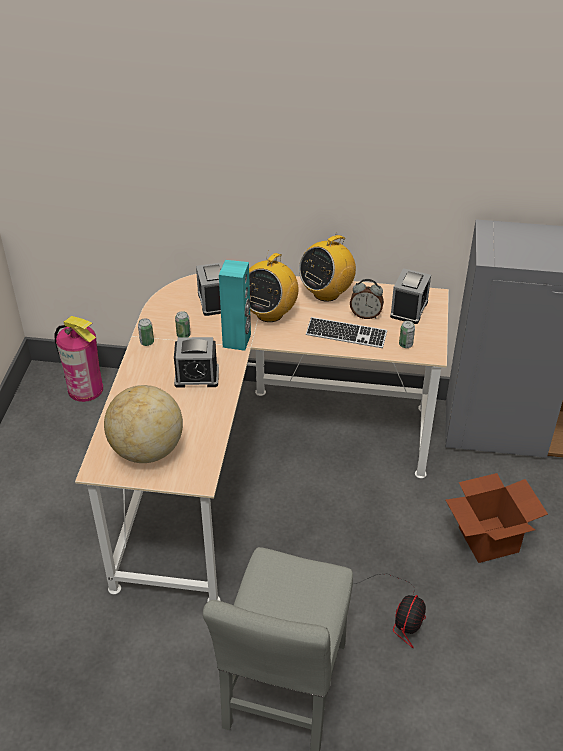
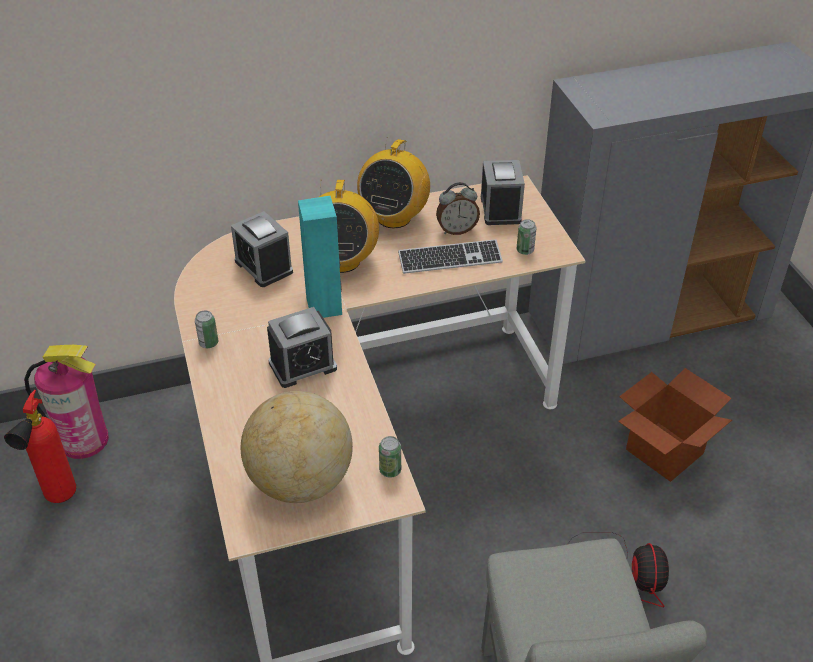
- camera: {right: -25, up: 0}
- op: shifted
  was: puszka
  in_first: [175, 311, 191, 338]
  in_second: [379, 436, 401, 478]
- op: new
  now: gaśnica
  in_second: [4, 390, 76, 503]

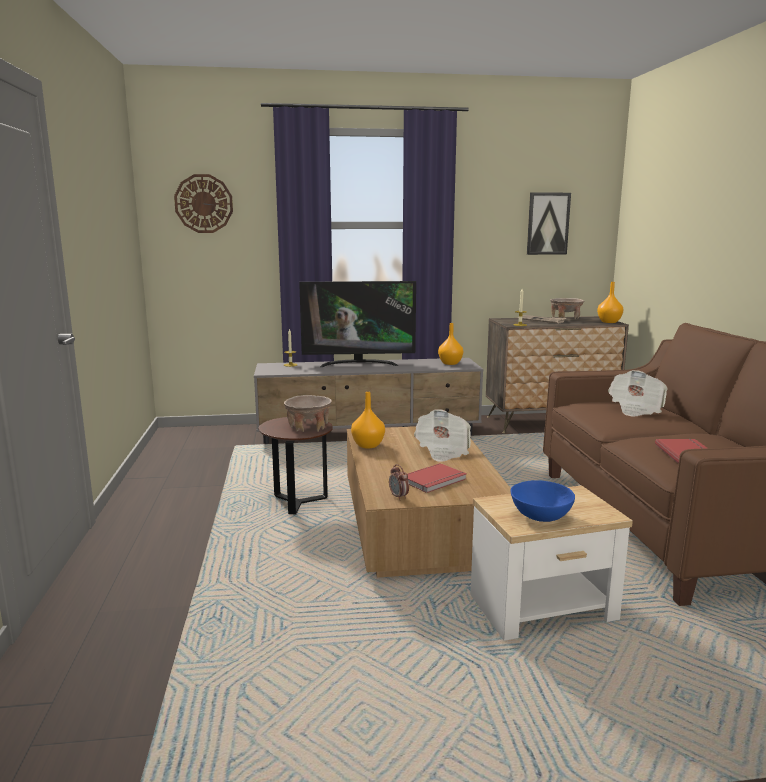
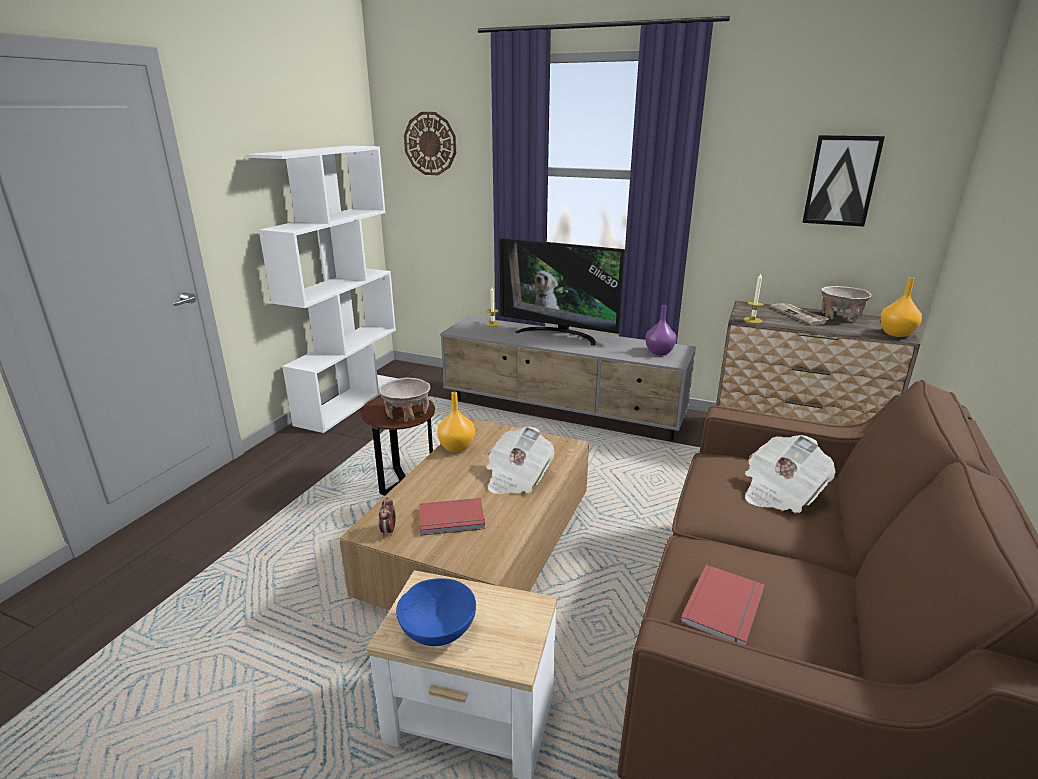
- camera: {right: 30, up: 10}
- op: repainted
  was: wazon [pomarańczowy]
  now: wazon [fioletowy]
  in_first: [438, 323, 463, 365]
  in_second: [645, 305, 677, 355]
- op: new
  now: regał [biały]
  in_second: [246, 146, 398, 433]

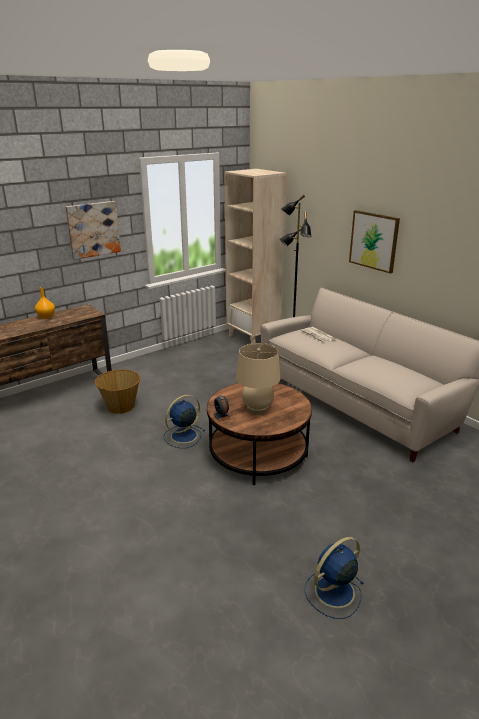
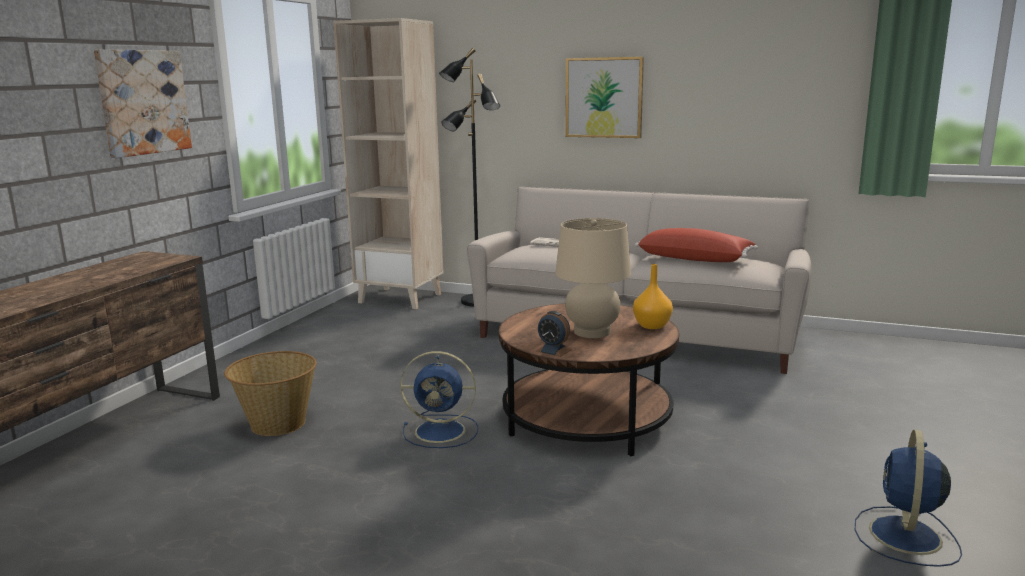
- camera: {right: -30, up: -10}
- op: shifted
  was: wazon [pomarańczowy]
  in_first: [35, 287, 55, 319]
  in_second: [633, 264, 673, 329]
- op: rotated
  was: wentylator [niebieski]
  in_first: [164, 395, 205, 448]
  in_second: [400, 351, 478, 448]
  clockwise: -105
- op: new
  now: poduszka [czerwony]
  in_second: [635, 228, 758, 262]

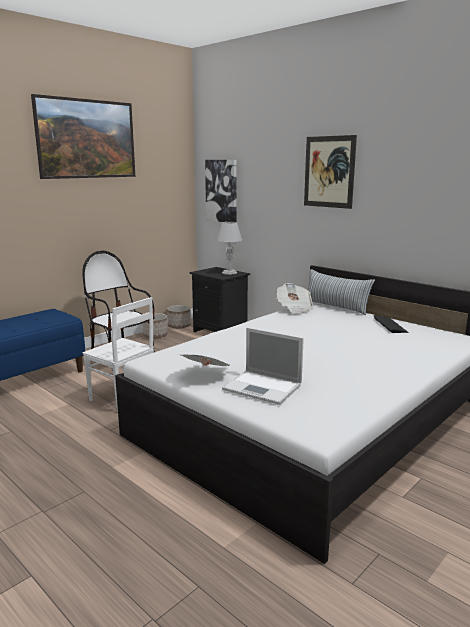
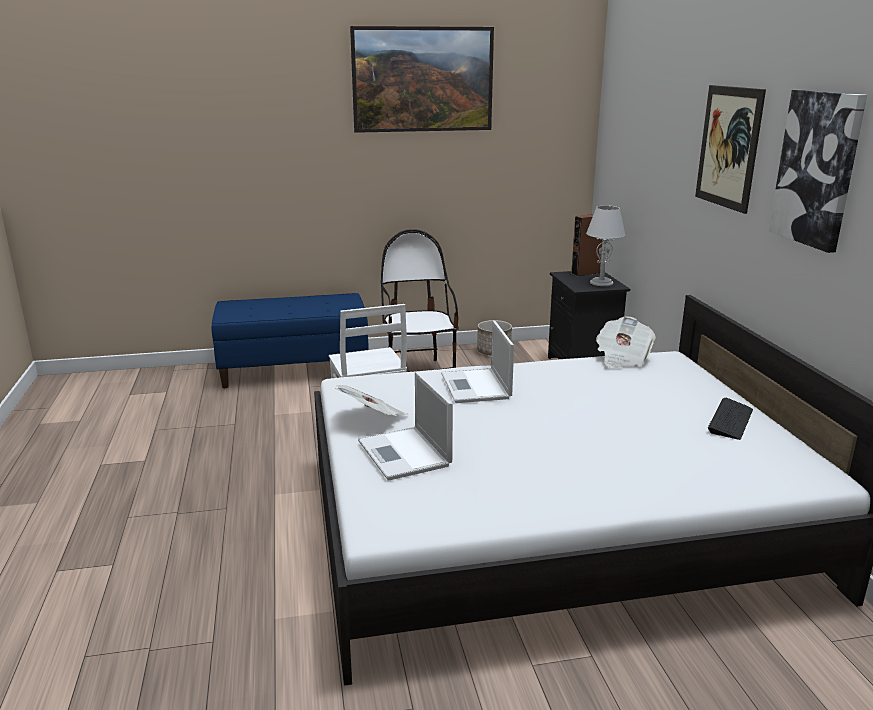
- camera: {right: 35, up: 5}
- op: gone
  was: donica
  in_first: [167, 305, 191, 329]
- op: shifted
  was: obraz
  in_first: [205, 160, 237, 222]
  in_second: [769, 90, 867, 253]
- op: gone
  was: poduszka
  in_first: [308, 269, 375, 315]
- op: new
  now: laptop
  in_second: [441, 321, 514, 403]
- op: new
  now: głośnik [brązowy]
  in_second: [571, 214, 602, 276]

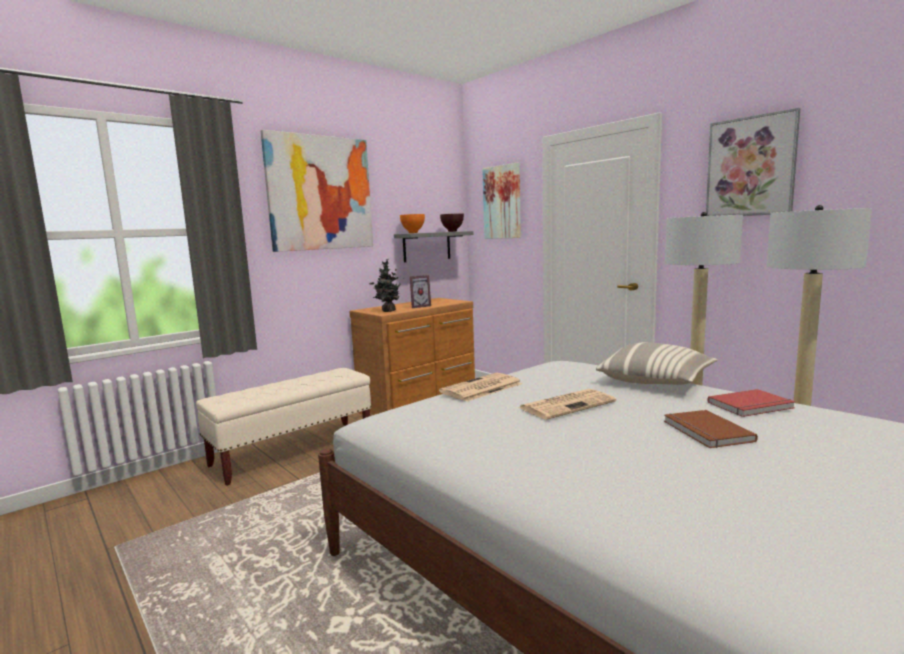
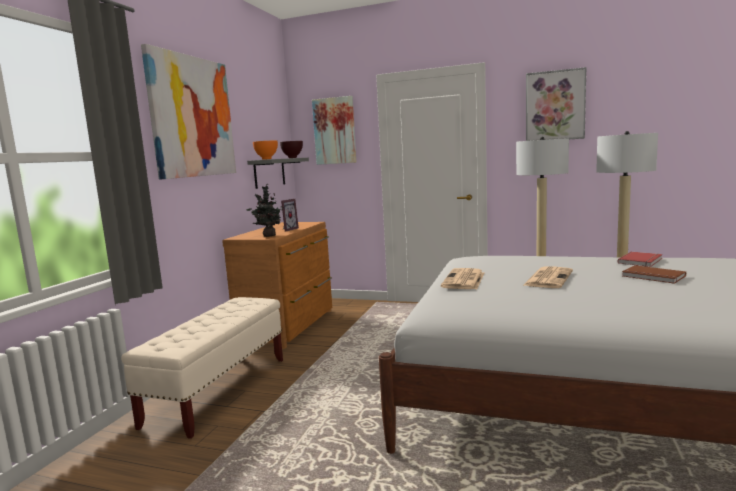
- camera: {right: -30, up: 0}
- op: gone
  was: poduszka
  in_first: [596, 342, 718, 385]

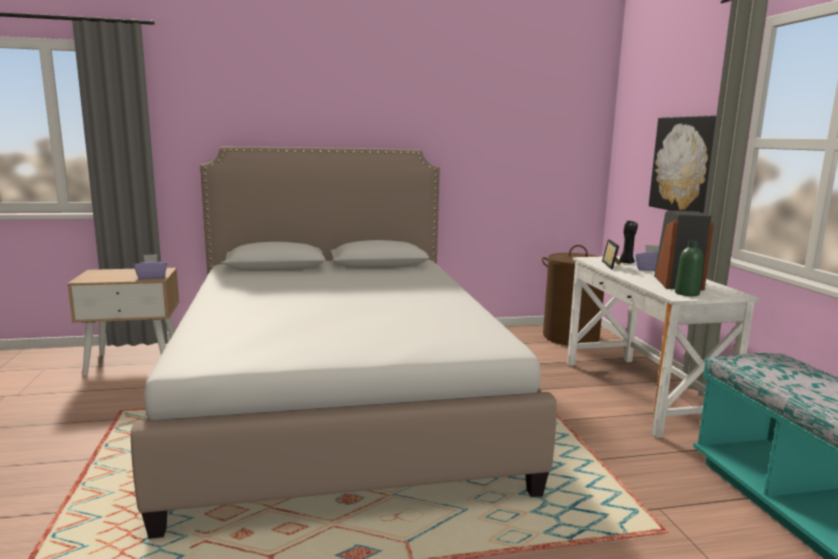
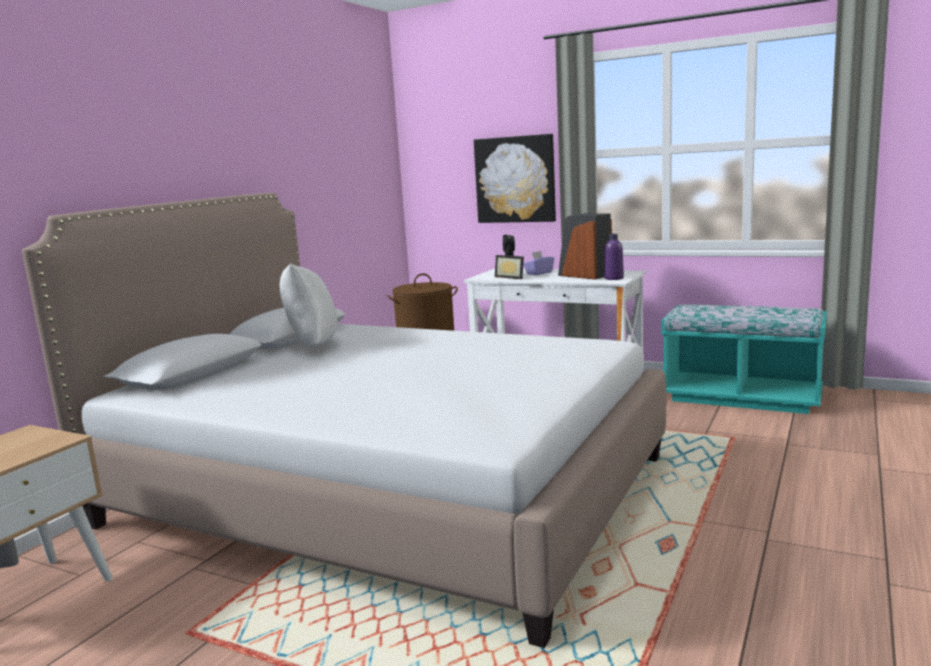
- camera: {right: -50, up: 0}
- op: gone
  was: pudełko chusteczek [fioletowy]
  in_first: [134, 254, 167, 280]
- op: repainted
  was: butelka [zielony]
  now: butelka [fioletowy]
  in_first: [675, 240, 703, 296]
  in_second: [604, 234, 624, 280]
- op: new
  now: poduszka [biały]
  in_second: [280, 264, 338, 346]

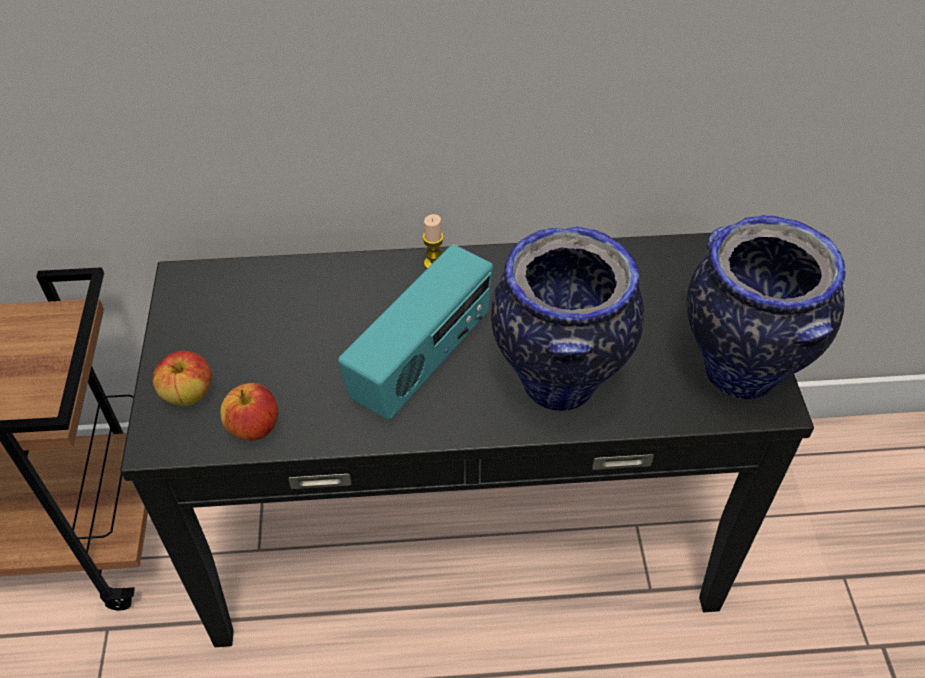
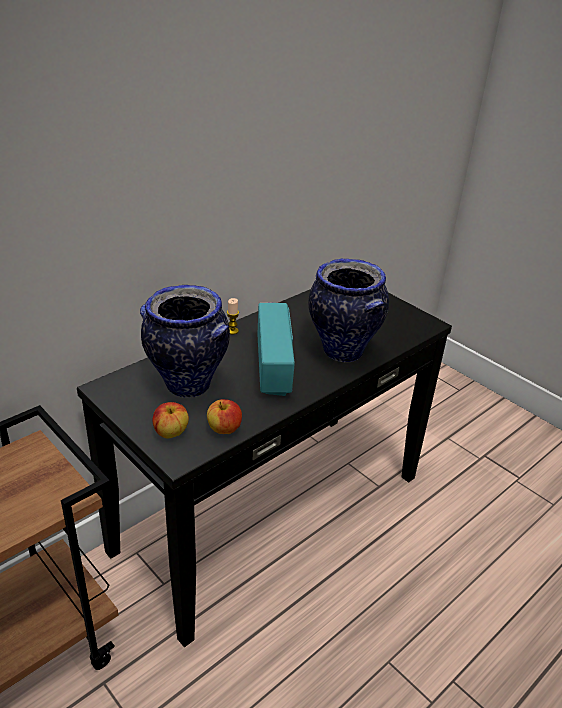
- camera: {right: -40, up: -15}
- op: shifted
  was: wazon
  in_first: [687, 215, 846, 399]
  in_second: [140, 285, 230, 398]

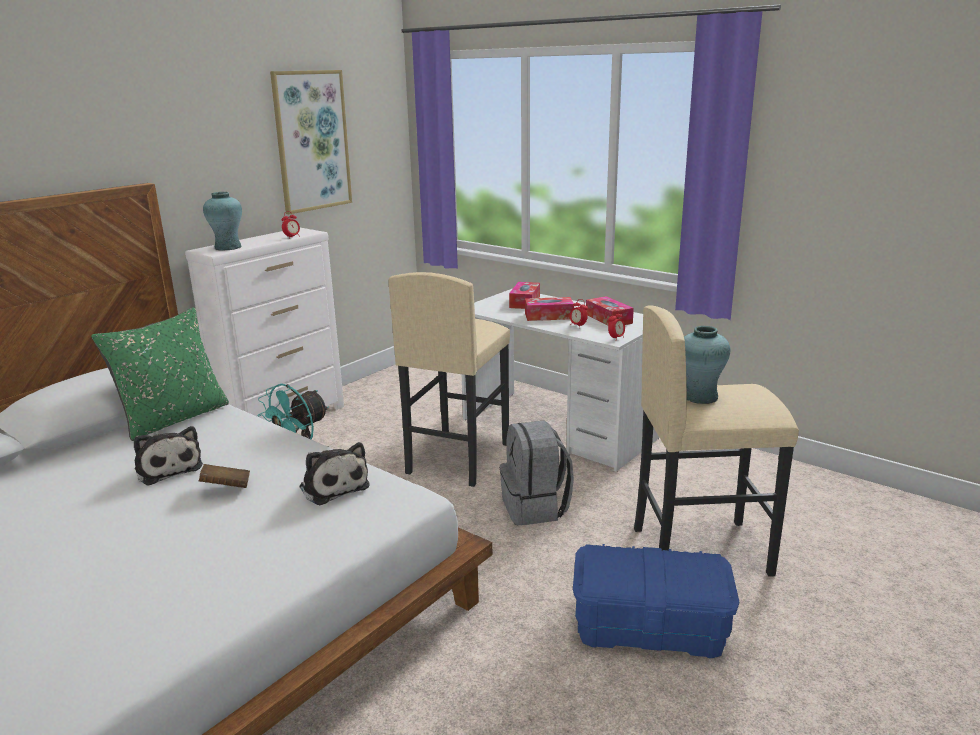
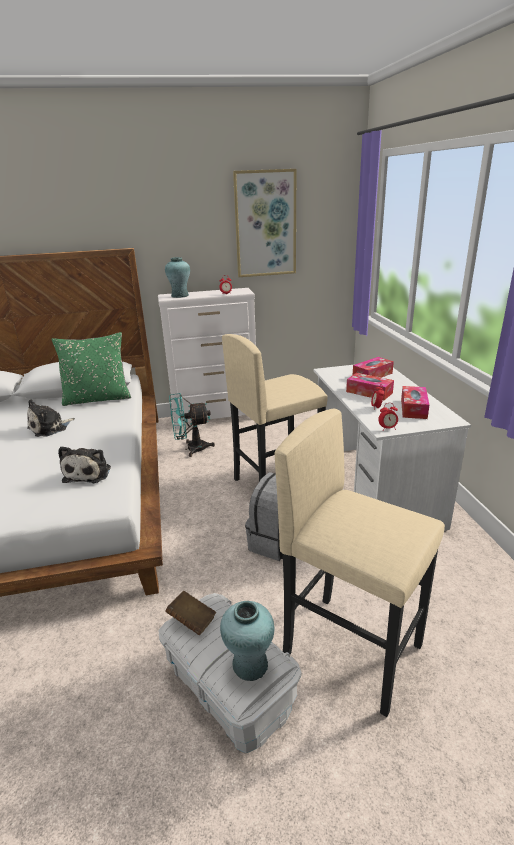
- camera: {right: 40, up: 5}
- op: rotated
  was: pluszak
  in_first: [134, 426, 203, 486]
  in_second: [27, 399, 75, 437]
  clockwise: 45
- op: shifted
  was: książka [brązowy]
  in_first: [198, 464, 250, 488]
  in_second: [165, 591, 216, 635]
- op: repainted
  was: pojemnik do przechowywania [niebieski]
  now: pojemnik do przechowywania [biały]
  in_first: [573, 544, 740, 658]
  in_second: [159, 593, 302, 753]
- op: shifted
  was: wazon [turkusowy]
  in_first: [684, 326, 730, 404]
  in_second: [220, 601, 274, 681]

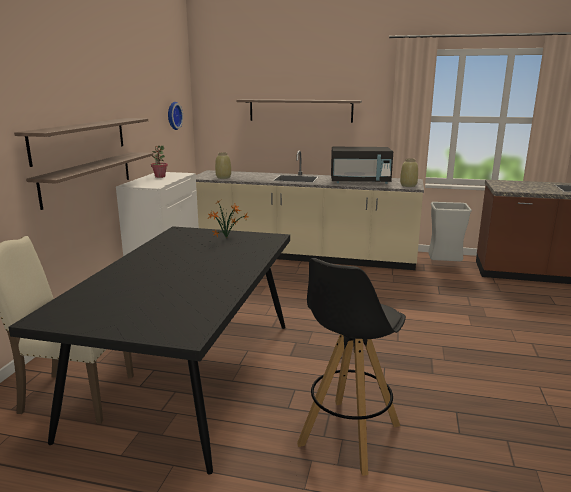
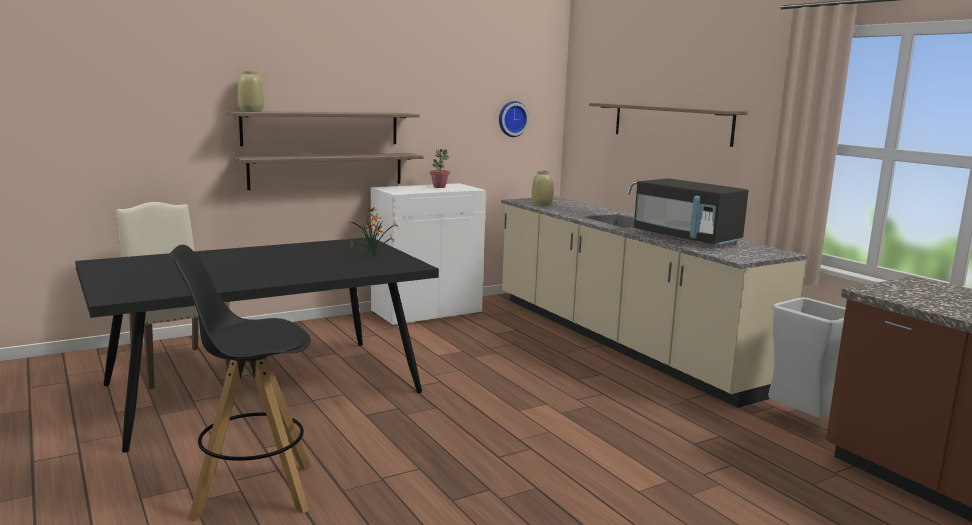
- camera: {right: 45, up: -5}
- op: shifted
  was: wazon [beżowy]
  in_first: [400, 158, 418, 187]
  in_second: [238, 71, 264, 112]

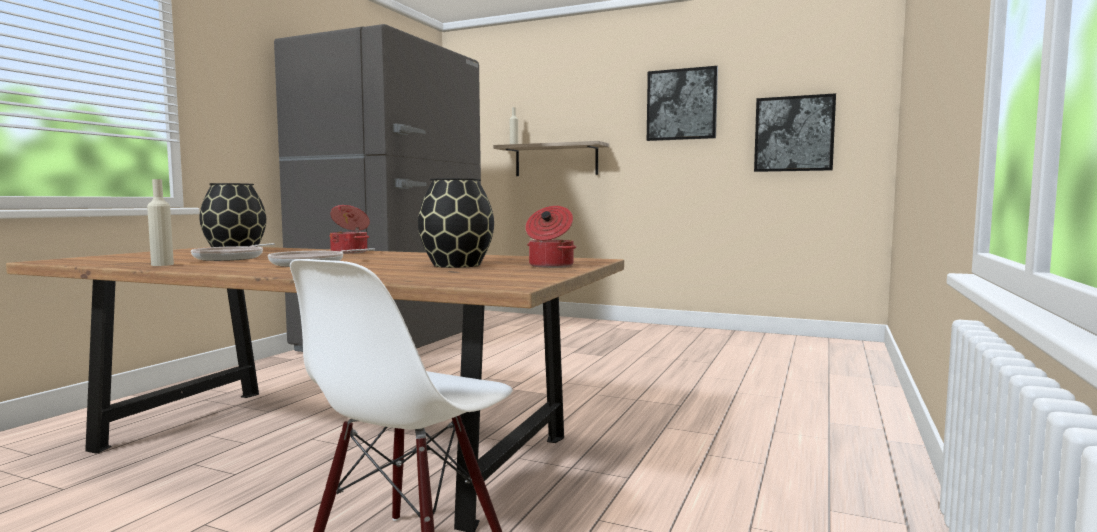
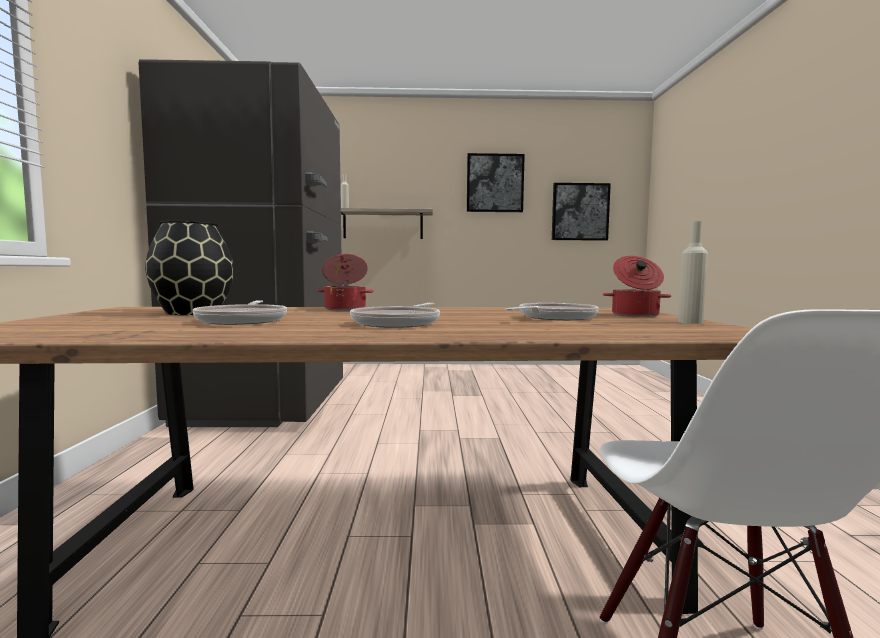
- camera: {right: -25, up: 0}
- op: shifted
  was: butelka [beżowy]
  in_first: [147, 179, 174, 266]
  in_second: [678, 221, 708, 324]
- op: swapped
  was: wazon [czarny]
  now: patelnia
  in_first: [418, 178, 494, 268]
  in_second: [505, 303, 599, 320]

